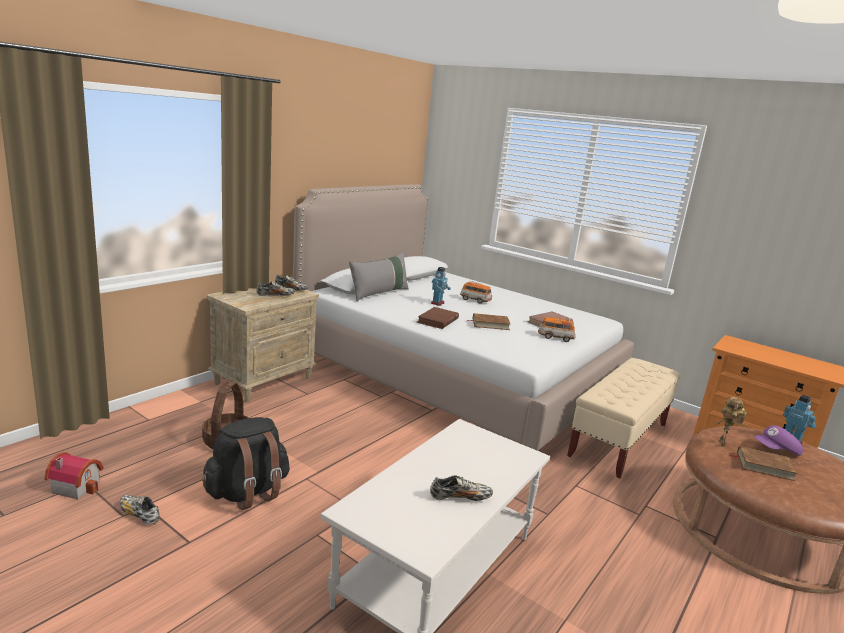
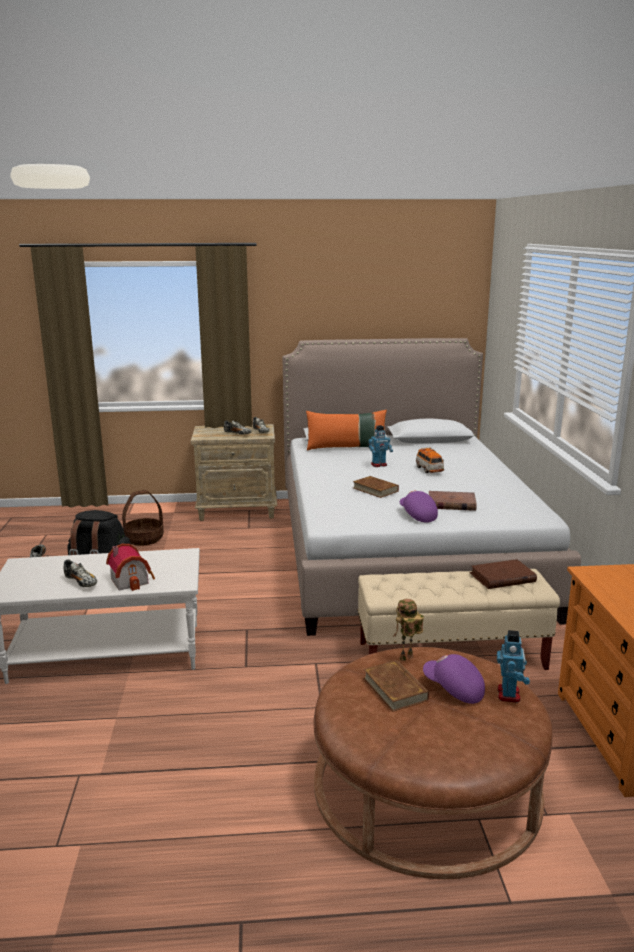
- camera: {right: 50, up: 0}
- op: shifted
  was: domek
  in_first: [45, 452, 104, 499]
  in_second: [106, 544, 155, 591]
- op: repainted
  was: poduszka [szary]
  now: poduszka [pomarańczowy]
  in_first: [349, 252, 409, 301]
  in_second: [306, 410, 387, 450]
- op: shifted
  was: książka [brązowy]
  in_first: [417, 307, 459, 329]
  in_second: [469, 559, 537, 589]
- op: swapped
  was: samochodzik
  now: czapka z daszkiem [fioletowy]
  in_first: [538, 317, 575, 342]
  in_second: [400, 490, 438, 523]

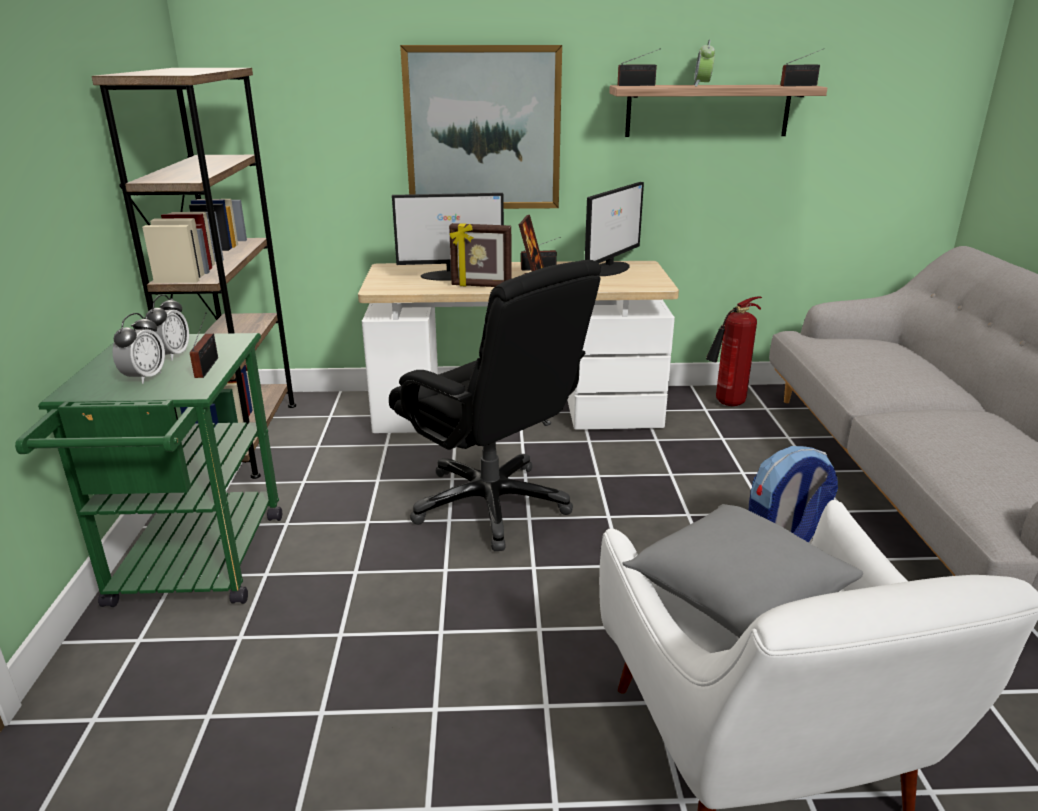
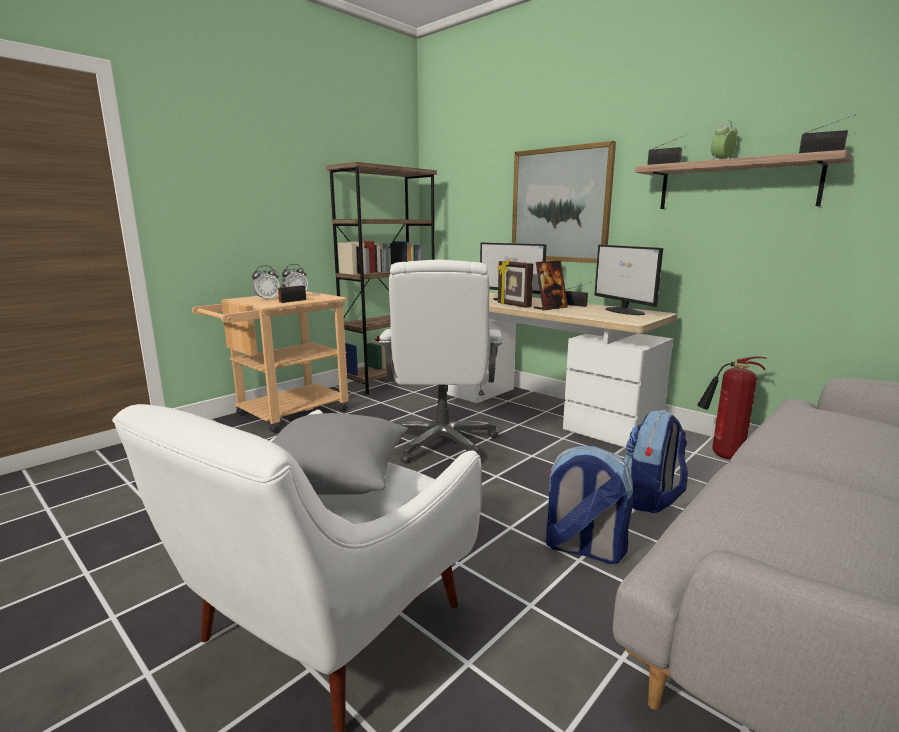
- camera: {right: 45, up: -10}
- op: repainted
  was: wózek [zielony]
  now: wózek [beżowy]
  in_first: [15, 333, 282, 607]
  in_second: [192, 291, 349, 434]
- op: repainted
  was: krzesło biurowe [czarny]
  now: krzesło biurowe [biały]
  in_first: [389, 260, 601, 551]
  in_second: [379, 260, 502, 464]
- op: rotated
  was: monitor
  in_first: [585, 182, 644, 276]
  in_second: [595, 245, 663, 315]
  clockwise: 75
- op: new
  now: plecak
  in_second: [623, 410, 688, 513]

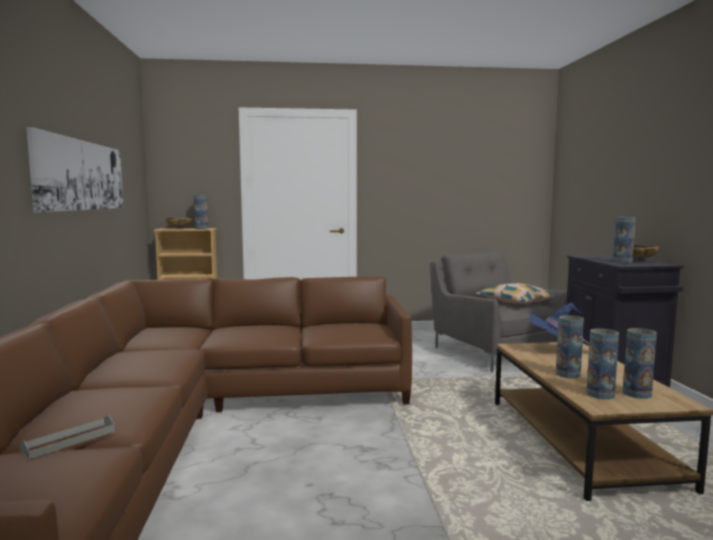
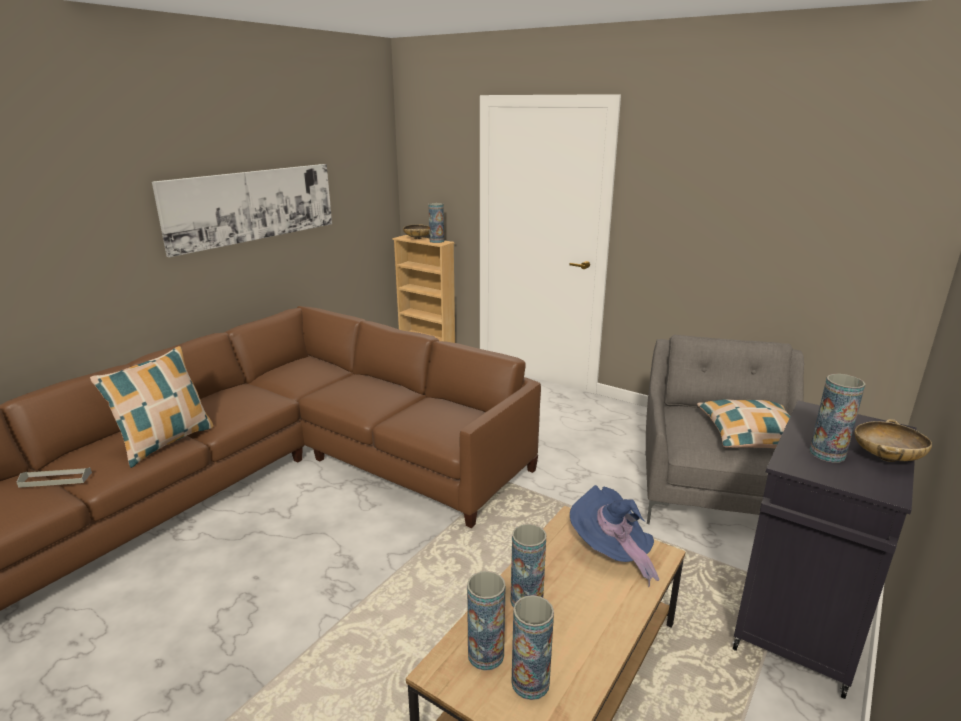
- camera: {right: 40, up: 15}
- op: new
  now: poduszka
  in_second: [90, 346, 213, 468]

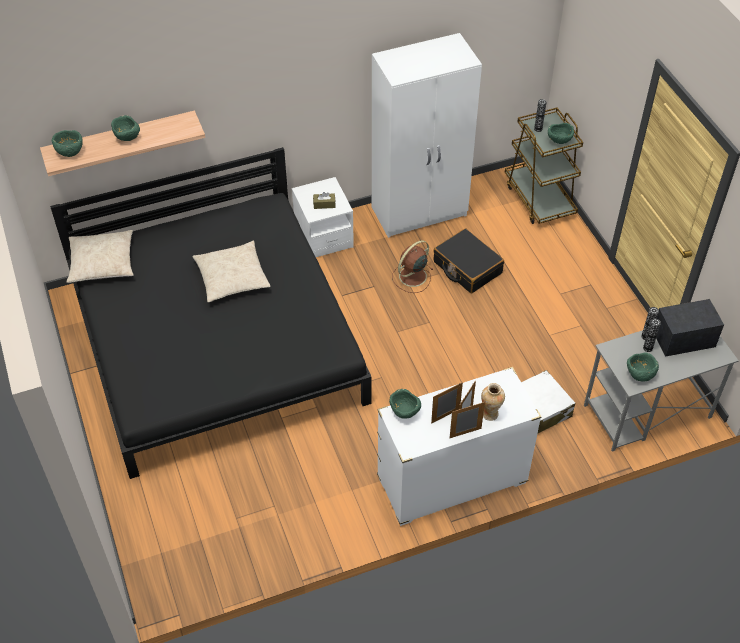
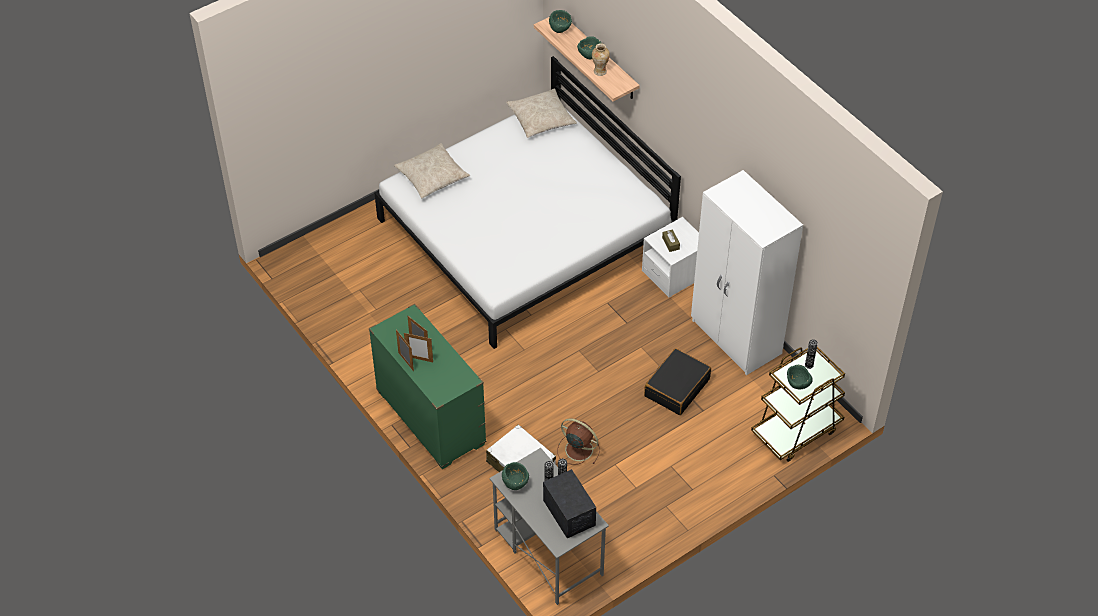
- camera: {right: 75, up: 0}
- op: repainted
  was: łóżko [czarny]
  now: łóżko [biały]
  in_first: [50, 147, 372, 479]
  in_second: [374, 56, 681, 349]
- op: shifted
  was: poduszka [beżowy]
  in_first: [192, 240, 271, 302]
  in_second: [394, 143, 470, 198]
- op: repainted
  was: komoda [biały]
  now: komoda [zielony]
  in_first: [377, 367, 541, 526]
  in_second: [369, 304, 487, 469]
- op: gone
  was: miska [zielony]
  in_first: [389, 389, 421, 419]
- op: shifted
  was: wentylator [brązowy]
  in_first: [392, 240, 434, 293]
  in_second: [557, 418, 600, 465]
- op: shifted
  was: wazon
  in_first: [481, 383, 505, 421]
  in_second: [592, 43, 610, 76]

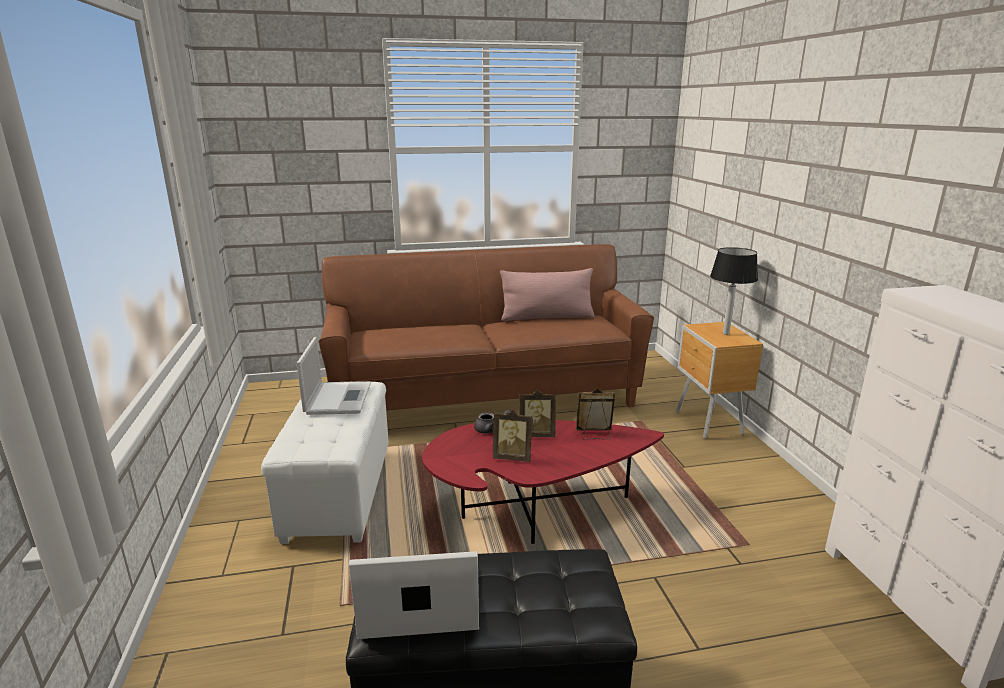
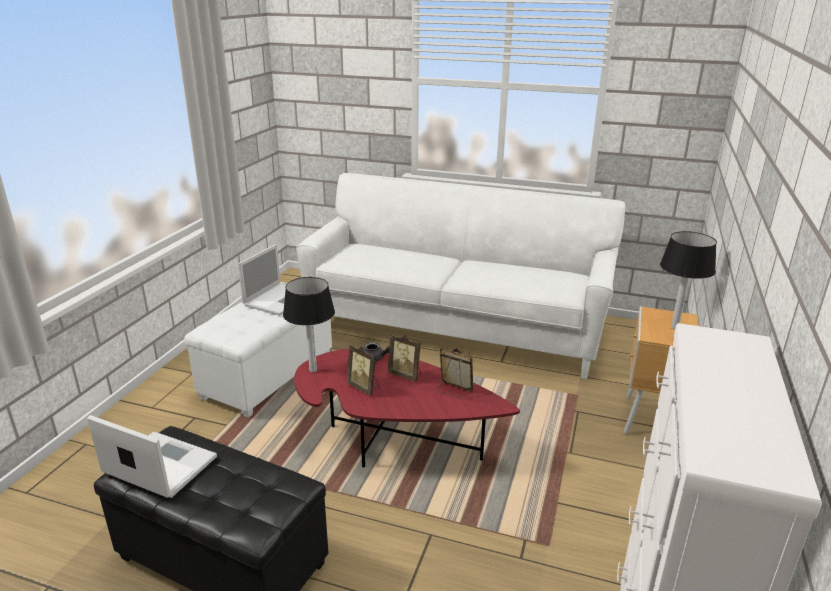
- camera: {right: 30, up: 5}
- op: repainted
  was: kanapa [brązowy]
  now: kanapa [biały]
  in_first: [319, 244, 654, 411]
  in_second: [296, 173, 625, 379]
- op: gone
  was: poduszka [różowy]
  in_first: [500, 268, 595, 321]
- op: new
  now: lampa stołowa
  in_second: [283, 277, 335, 372]

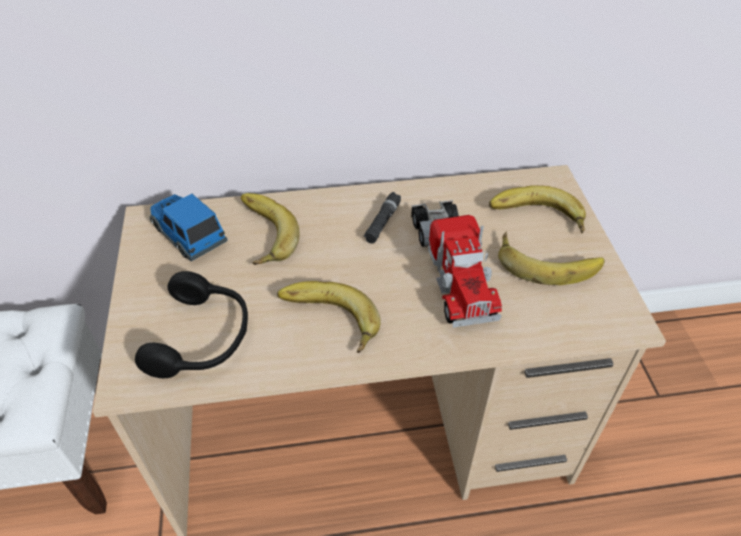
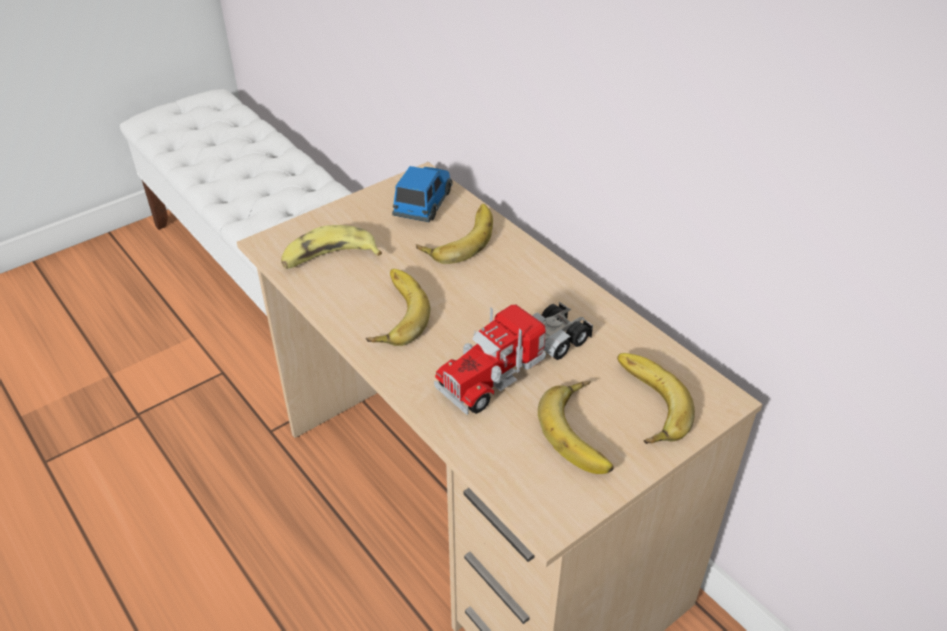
- camera: {right: 60, up: -5}
- op: swapped
  was: słuchawki [czarny]
  now: banan
  in_first: [135, 271, 248, 378]
  in_second: [281, 225, 382, 269]
- op: gone
  was: latarka [czarny]
  in_first: [364, 192, 401, 243]

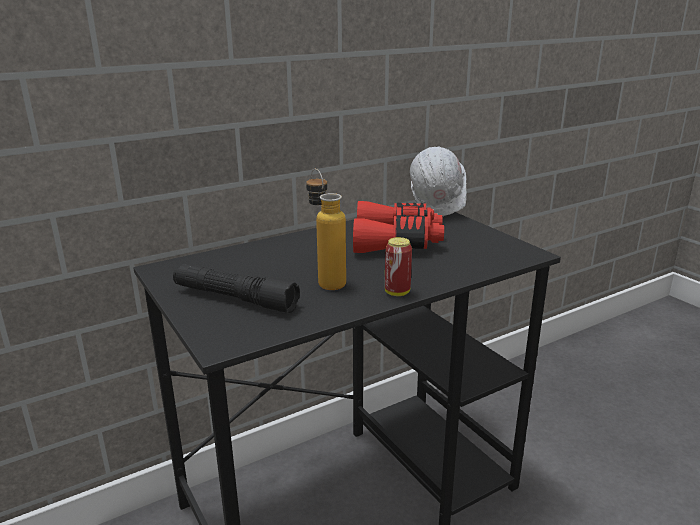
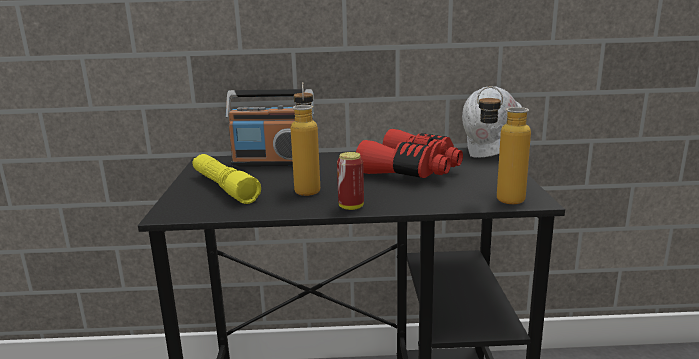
- camera: {right: 30, up: -5}
- op: repainted
  was: latarka [czarny]
  now: latarka [żółty]
  in_first: [173, 263, 300, 313]
  in_second: [193, 154, 261, 204]
- op: new
  now: radio
  in_second: [226, 89, 314, 166]
- op: new
  now: butelka
  in_second: [477, 87, 531, 204]

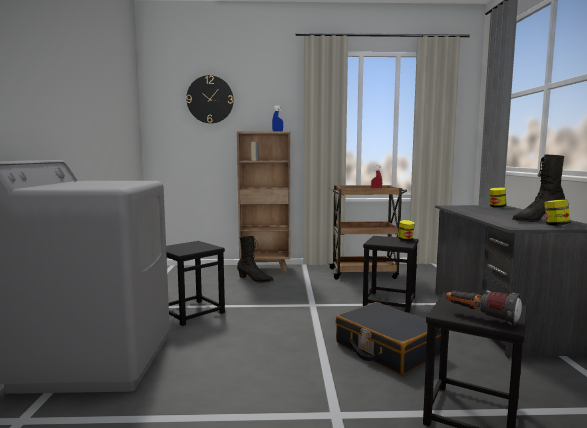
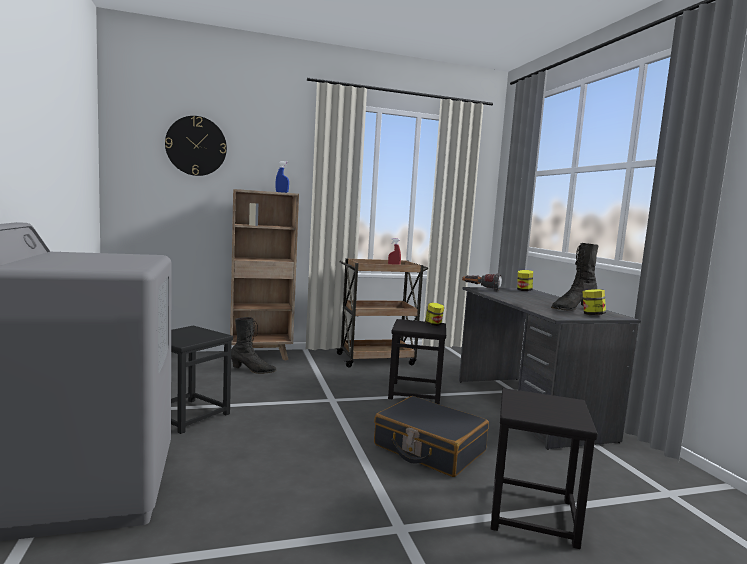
- camera: {right: -15, up: 0}
- op: shifted
  was: latarka
  in_first: [446, 291, 522, 326]
  in_second: [462, 273, 502, 291]

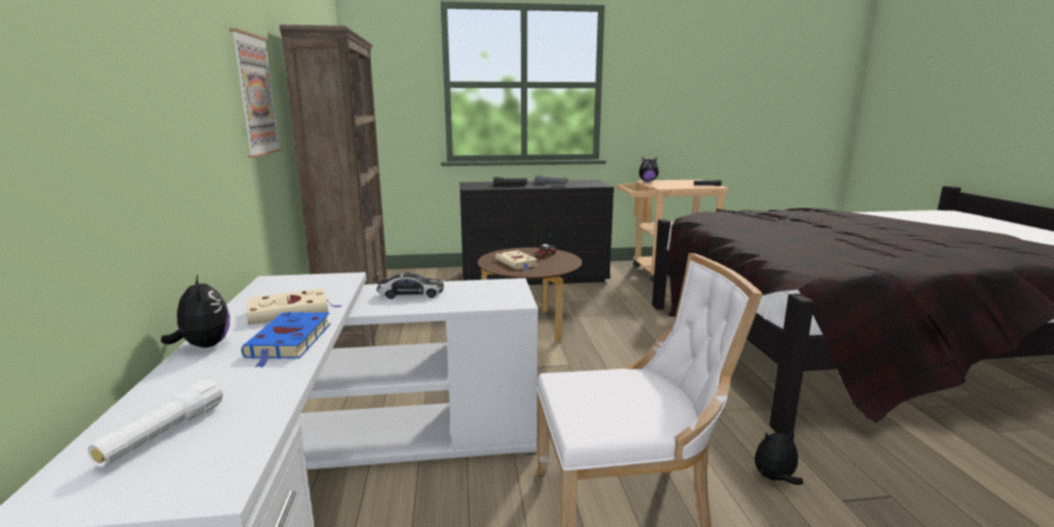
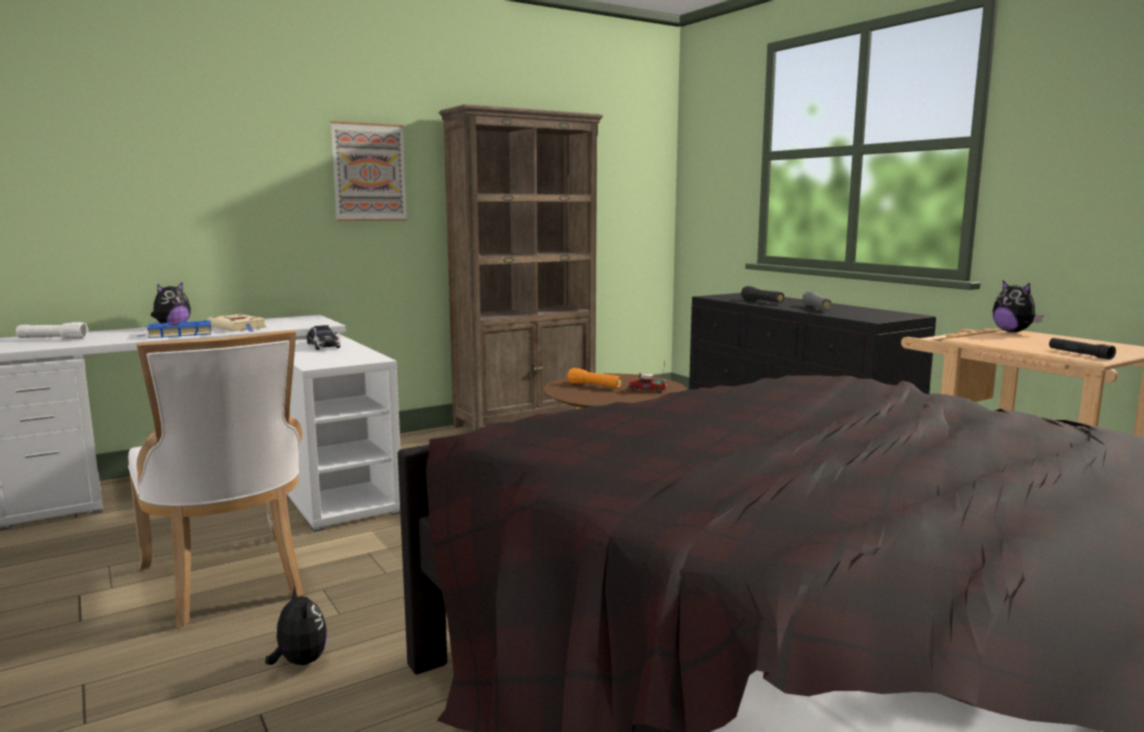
- camera: {right: 65, up: -5}
- op: swapped
  was: książka [beżowy]
  now: latarka [pomarańczowy]
  in_first: [495, 250, 538, 271]
  in_second: [567, 368, 622, 388]

